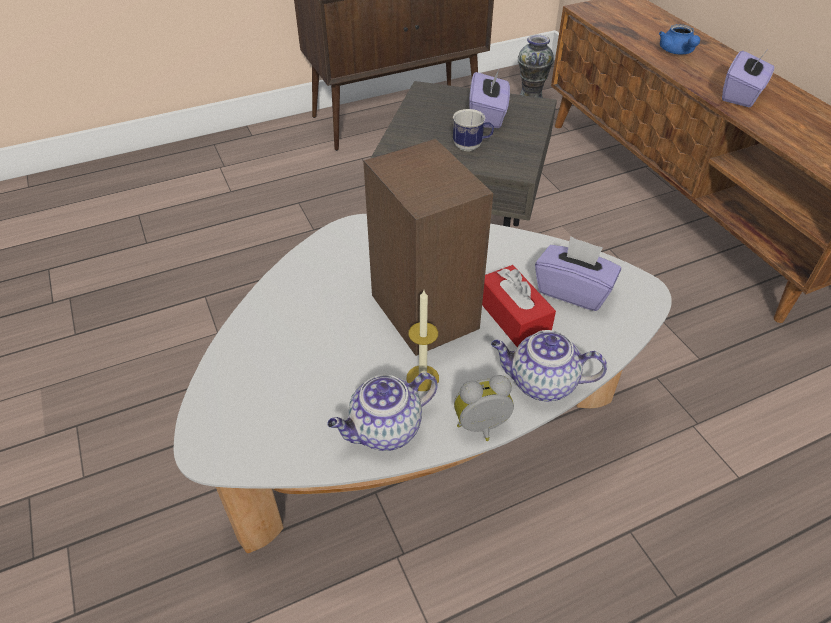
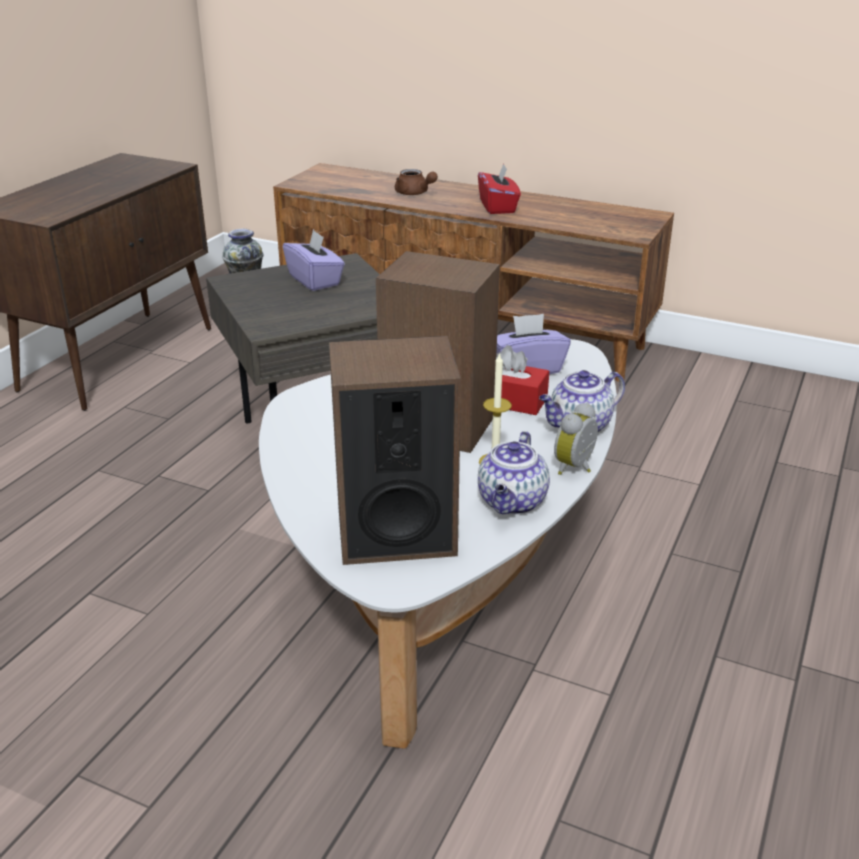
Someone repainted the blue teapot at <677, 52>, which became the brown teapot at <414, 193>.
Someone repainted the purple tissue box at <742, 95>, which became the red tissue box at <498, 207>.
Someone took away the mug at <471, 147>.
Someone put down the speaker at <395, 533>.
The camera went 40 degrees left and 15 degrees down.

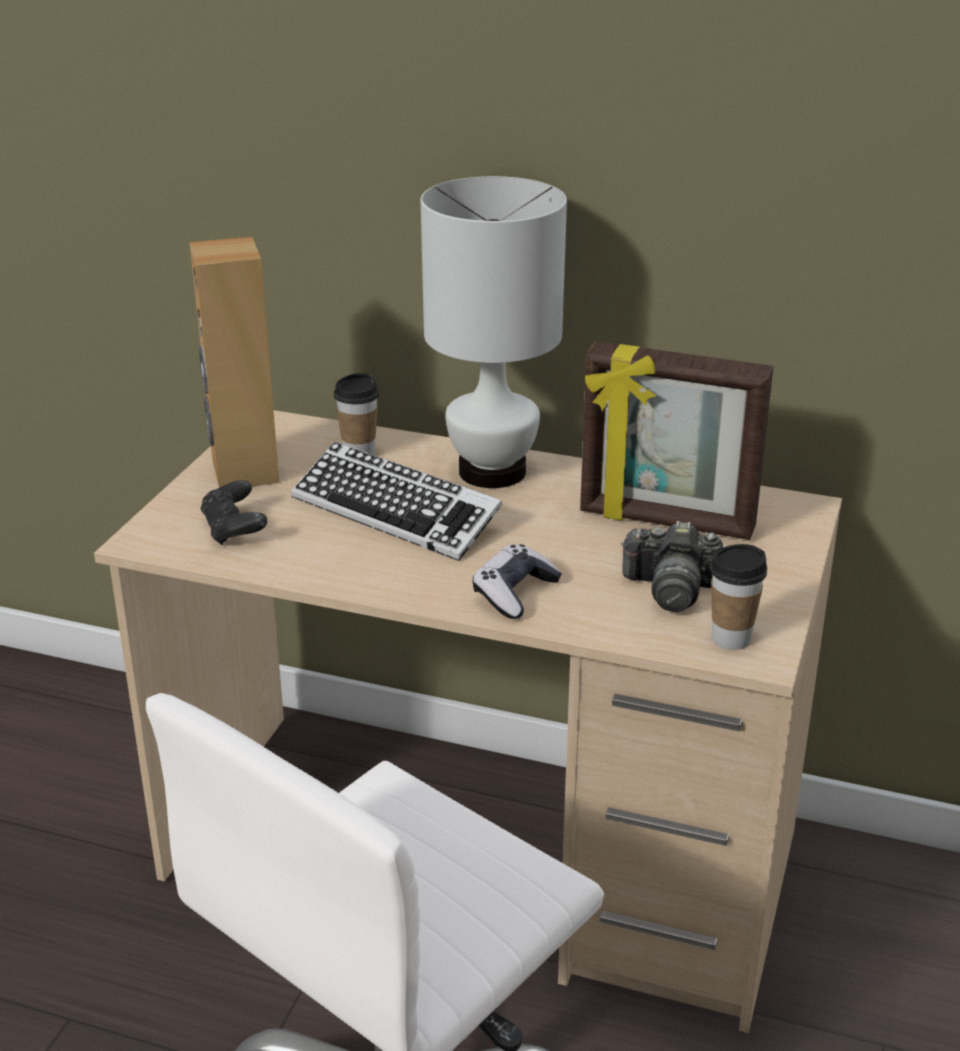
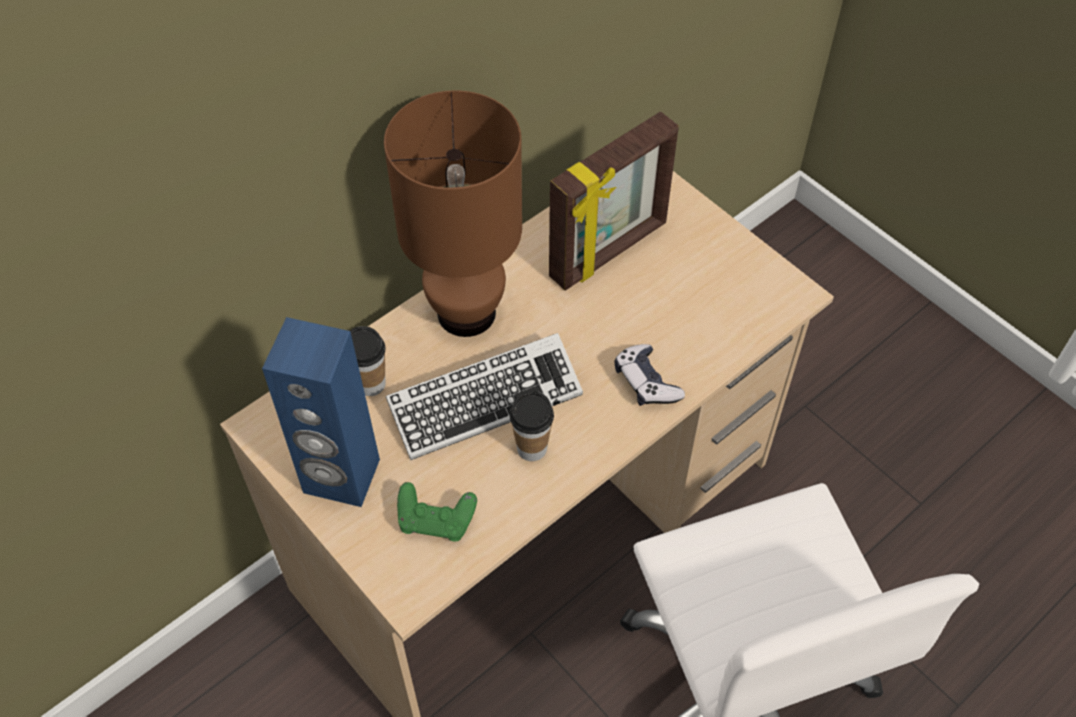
Someone repainted the white table lamp at <491, 472>, which became the brown table lamp at <466, 314>.
Someone repainted the brown speaker at <244, 472>, which became the blue speaker at <341, 477>.
Someone repainted the black game controller at <234, 529>, which became the green game controller at <436, 520>.
Someone took away the photo camera at <671, 589>.
Someone carried the cup from <731, 638> to <532, 448>.
The camera went 60 degrees left and 25 degrees up.

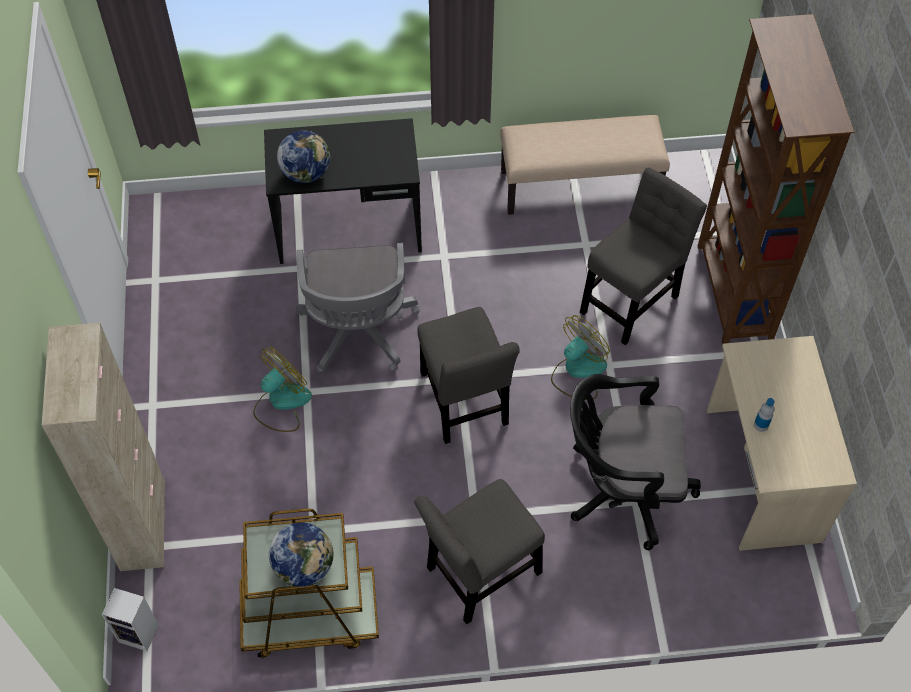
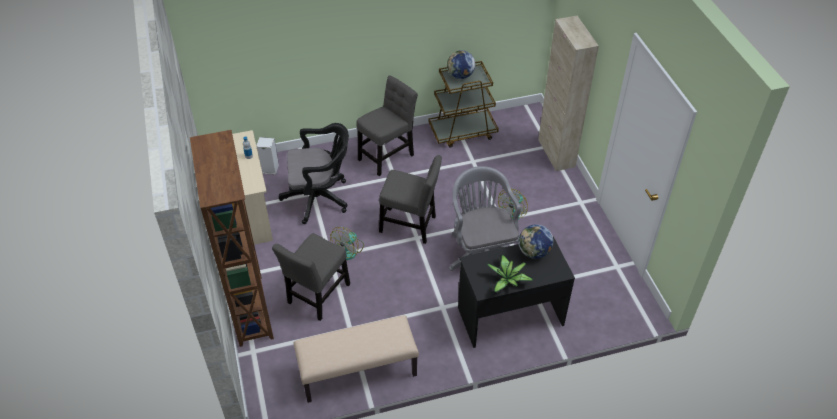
Someone rotated the grey chair at <464, 403> by 135 degrees clockwise.
Someone carried the speaker from <140, 633> to <269, 169>.
Someone put down the potted plant at <508, 280>.
The camera went 170 degrees right and 10 degrees down.

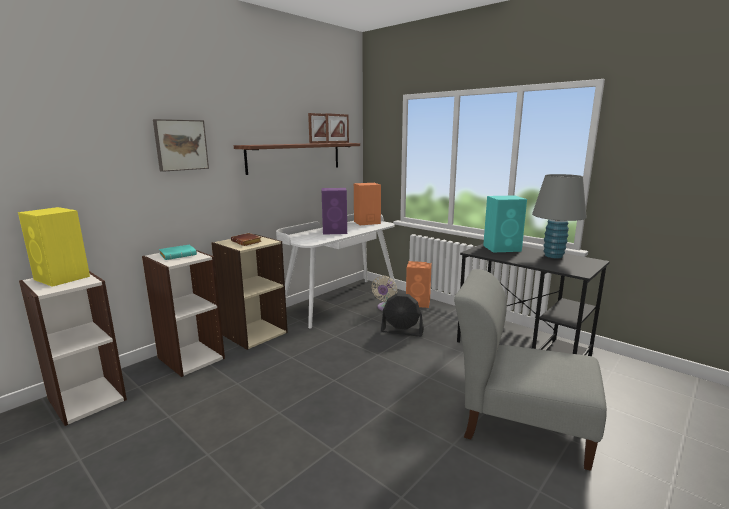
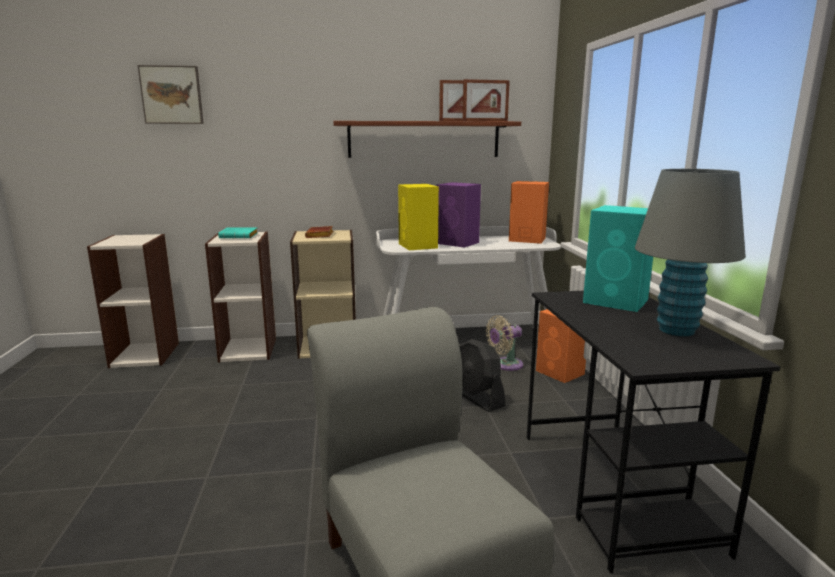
Someone carried the picture from <180, 145> to <172, 95>.
Someone carried the yellow speaker from <62, 278> to <418, 246>.
The camera went 40 degrees right and 0 degrees up.

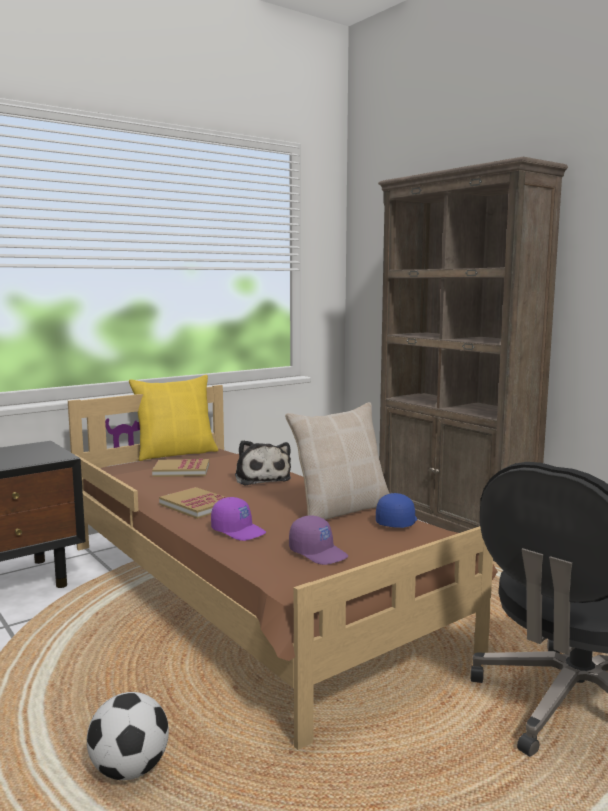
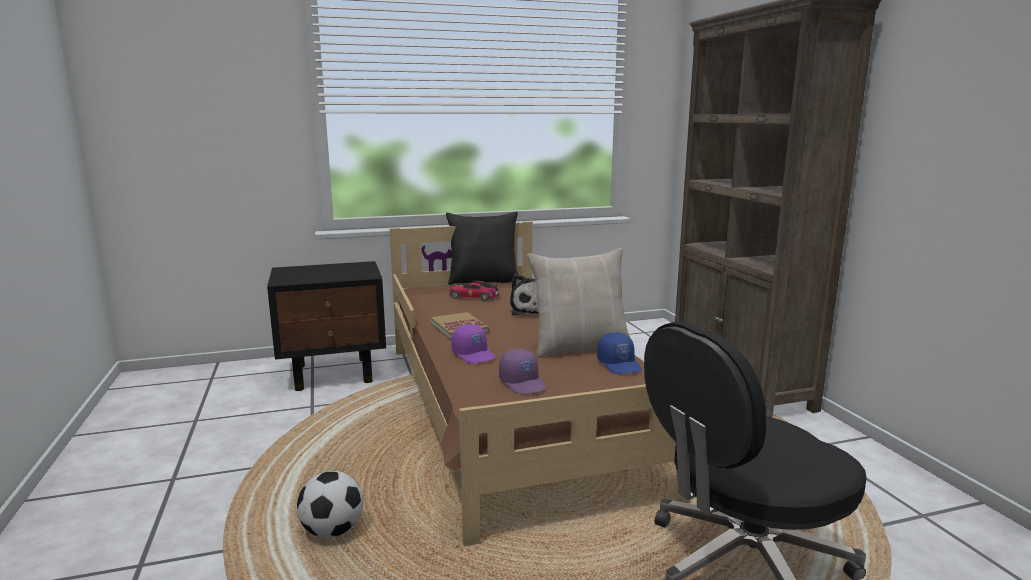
Someone repainted the yellow pillow at <176, 453>, which became the black pillow at <483, 280>.
Someone swapped the book at <181, 470> for the toy car at <473, 296>.
Someone rotated the blue cap at <396, 522> by 120 degrees clockwise.
The camera went 20 degrees right and 5 degrees up.

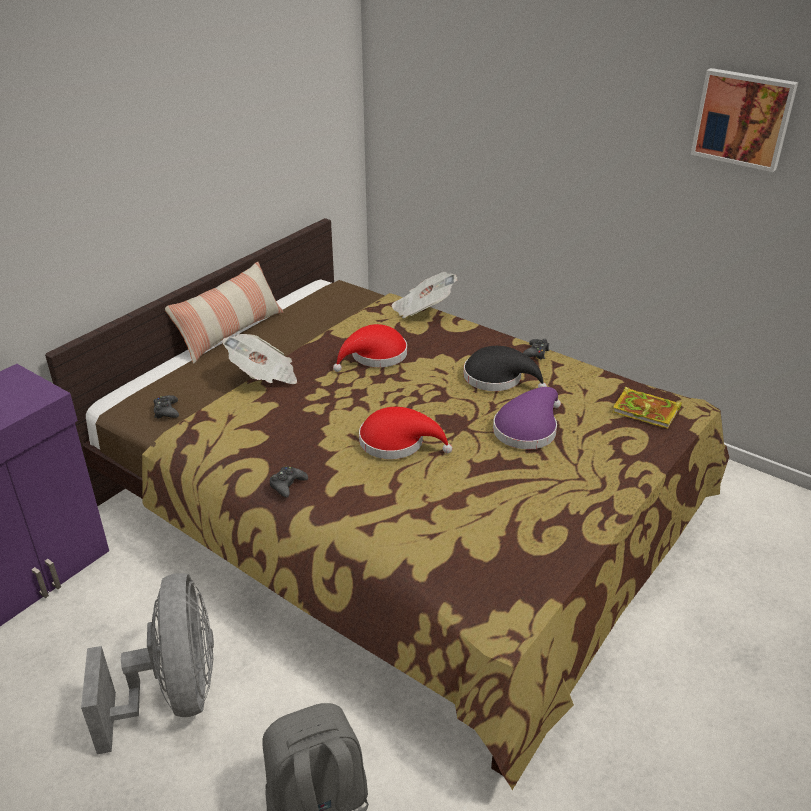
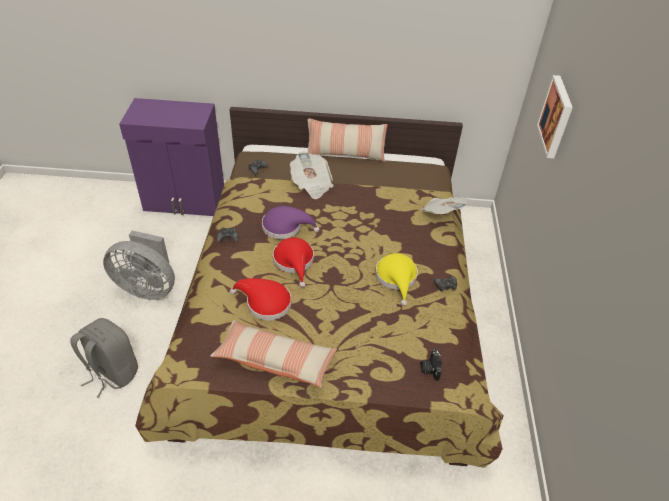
Someone carried the picture from <743, 118> to <557, 117>.
Someone carried the red hat from <375, 356> to <265, 303>.
Someone repainted the black hat at <497, 378>, which became the yellow hat at <397, 278>.
Someone carried the purple hat from <527, 429> to <285, 227>.
Someone swapped the book at <647, 411> for the photo camera at <429, 369>.
Someone rotated the grey fan at <174, 695> by 60 degrees clockwise.
Someone put down the pillow at <275, 360>.
The camera went 55 degrees right and 10 degrees up.

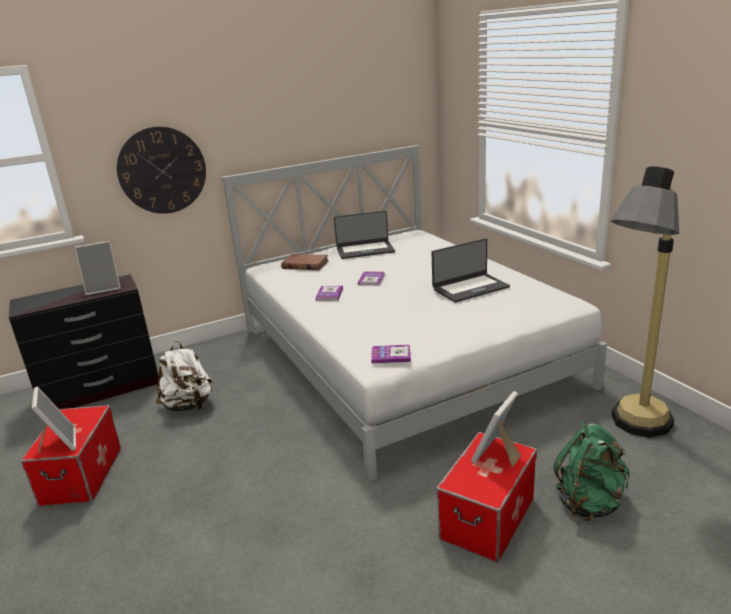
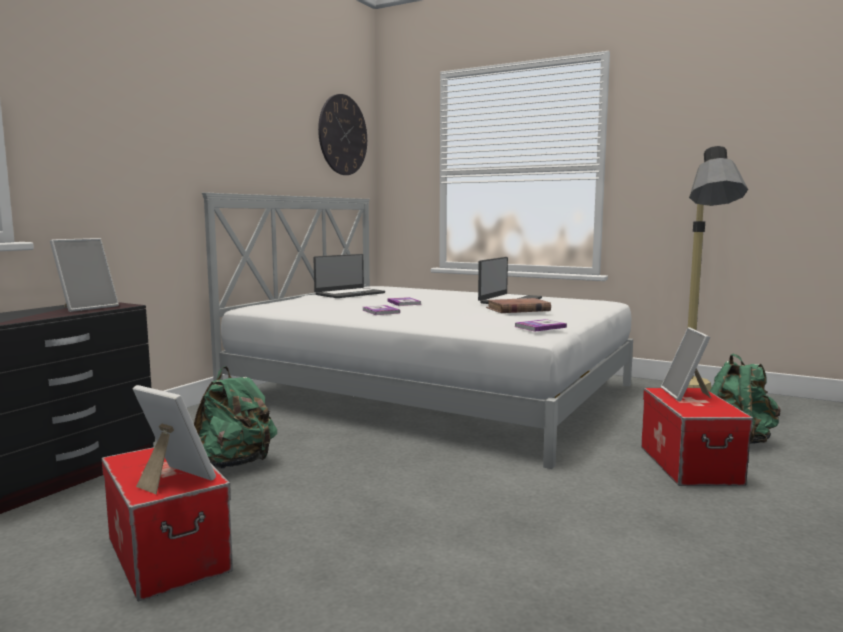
Someone carried the wall clock from <162, 170> to <343, 135>.
Someone carried the brown book from <305, 265> to <518, 309>.
Someone repainted the white backpack at <188, 406>, which became the green backpack at <234, 464>.
The camera went 35 degrees left and 15 degrees down.

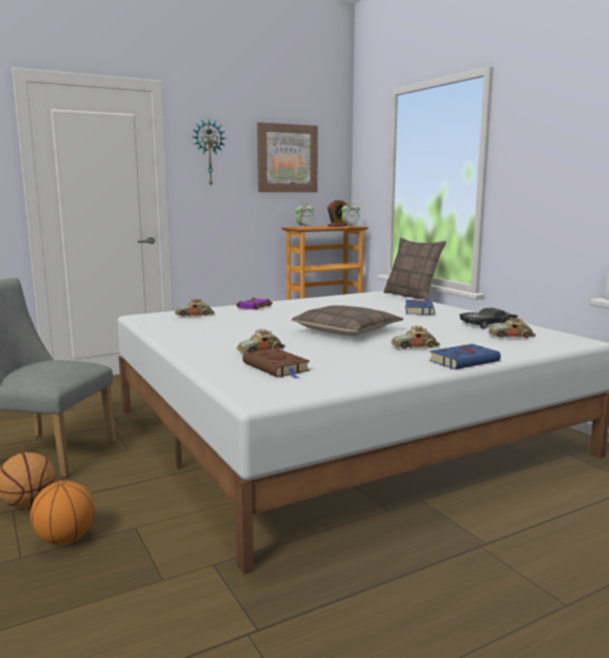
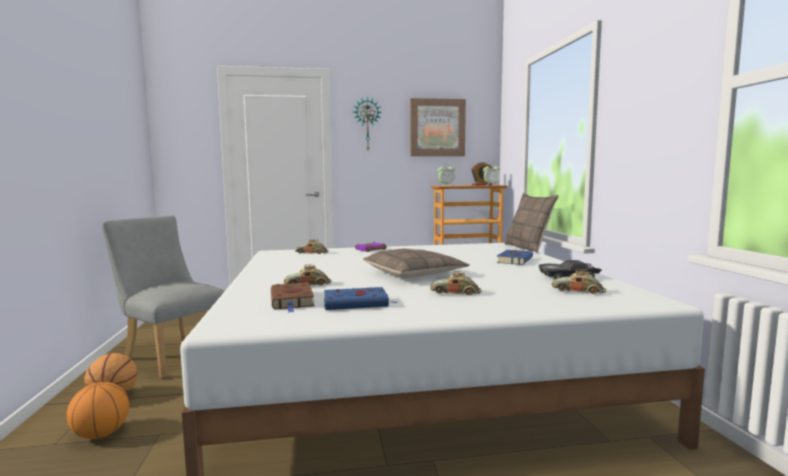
Someone carried the blue book from <465, 361> to <357, 303>.
The camera went 20 degrees right and 5 degrees down.

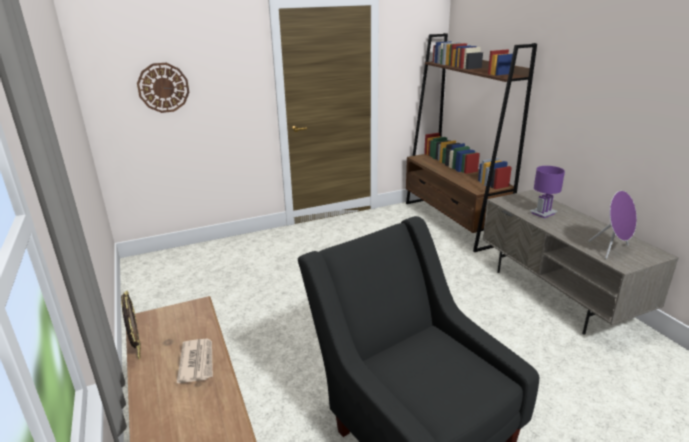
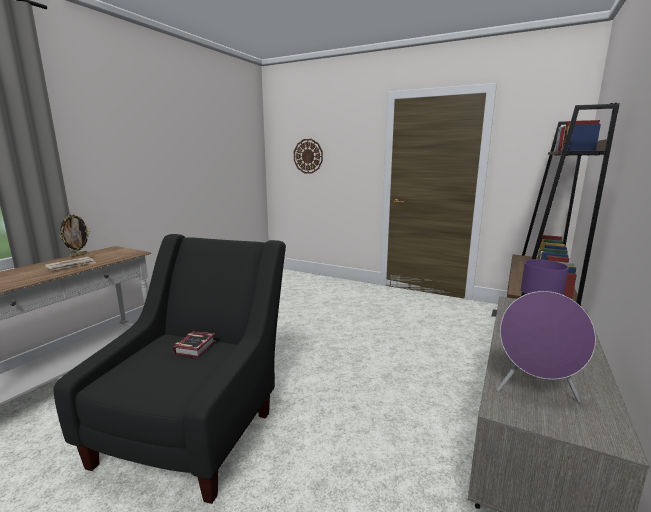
Someone put down the book at <197, 347>.
The camera went 50 degrees right and 10 degrees down.

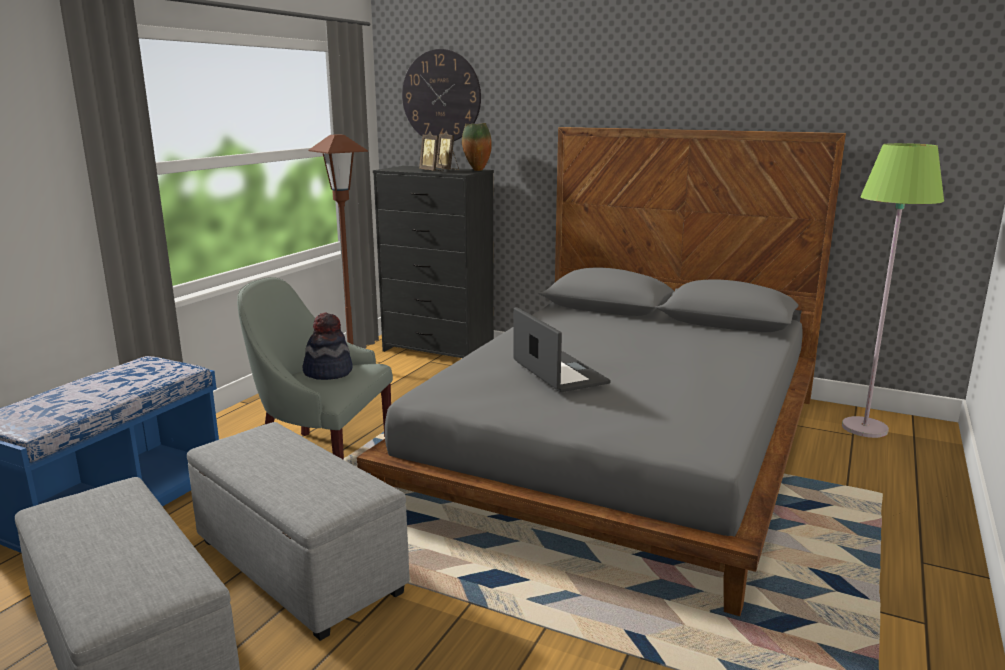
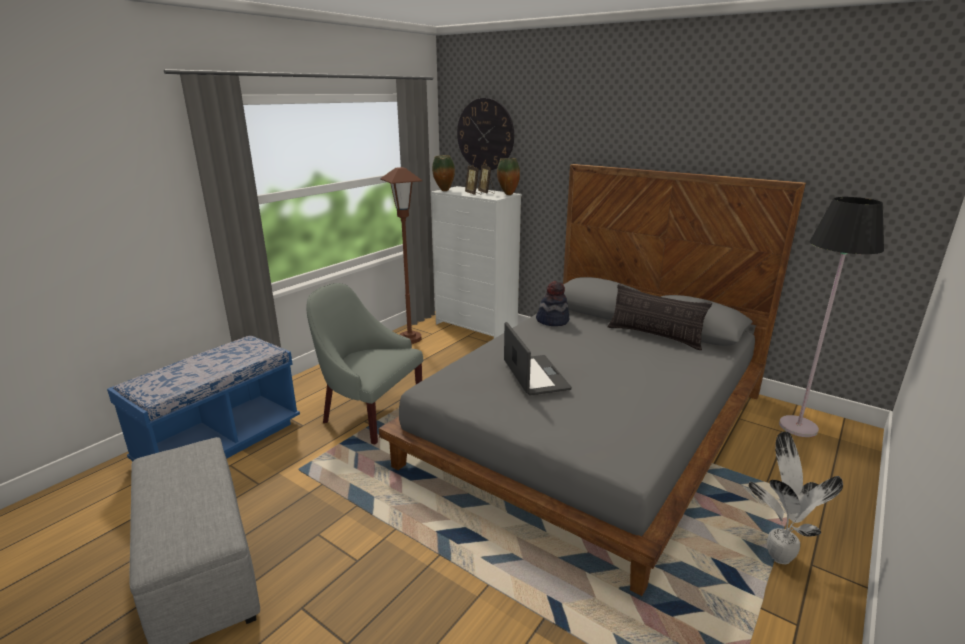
Someone repainted the green floor lamp at <865, 428>, which became the black floor lamp at <798, 427>.
Someone repainted the black dresser at <439, 350>, which became the white dresser at <476, 326>.
Someone carried the hat from <328, 372> to <552, 321>.
Someone took away the grey ottoman at <297, 565>.
Someone put down the vase at <444, 191>.
Someone put down the pillow at <654, 336>.
Someone put down the potted plant at <778, 555>.
The camera went 10 degrees right and 5 degrees up.

